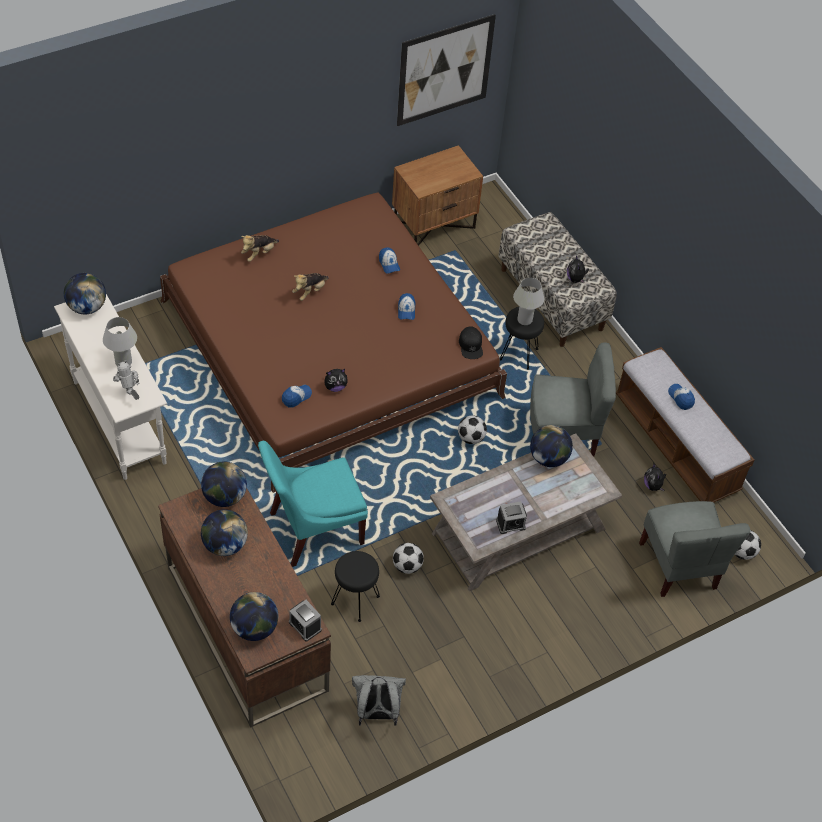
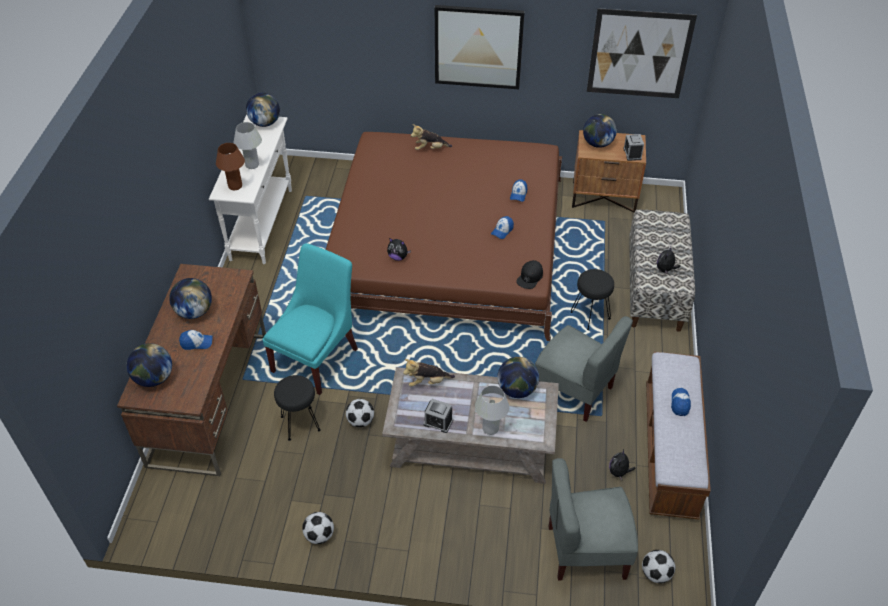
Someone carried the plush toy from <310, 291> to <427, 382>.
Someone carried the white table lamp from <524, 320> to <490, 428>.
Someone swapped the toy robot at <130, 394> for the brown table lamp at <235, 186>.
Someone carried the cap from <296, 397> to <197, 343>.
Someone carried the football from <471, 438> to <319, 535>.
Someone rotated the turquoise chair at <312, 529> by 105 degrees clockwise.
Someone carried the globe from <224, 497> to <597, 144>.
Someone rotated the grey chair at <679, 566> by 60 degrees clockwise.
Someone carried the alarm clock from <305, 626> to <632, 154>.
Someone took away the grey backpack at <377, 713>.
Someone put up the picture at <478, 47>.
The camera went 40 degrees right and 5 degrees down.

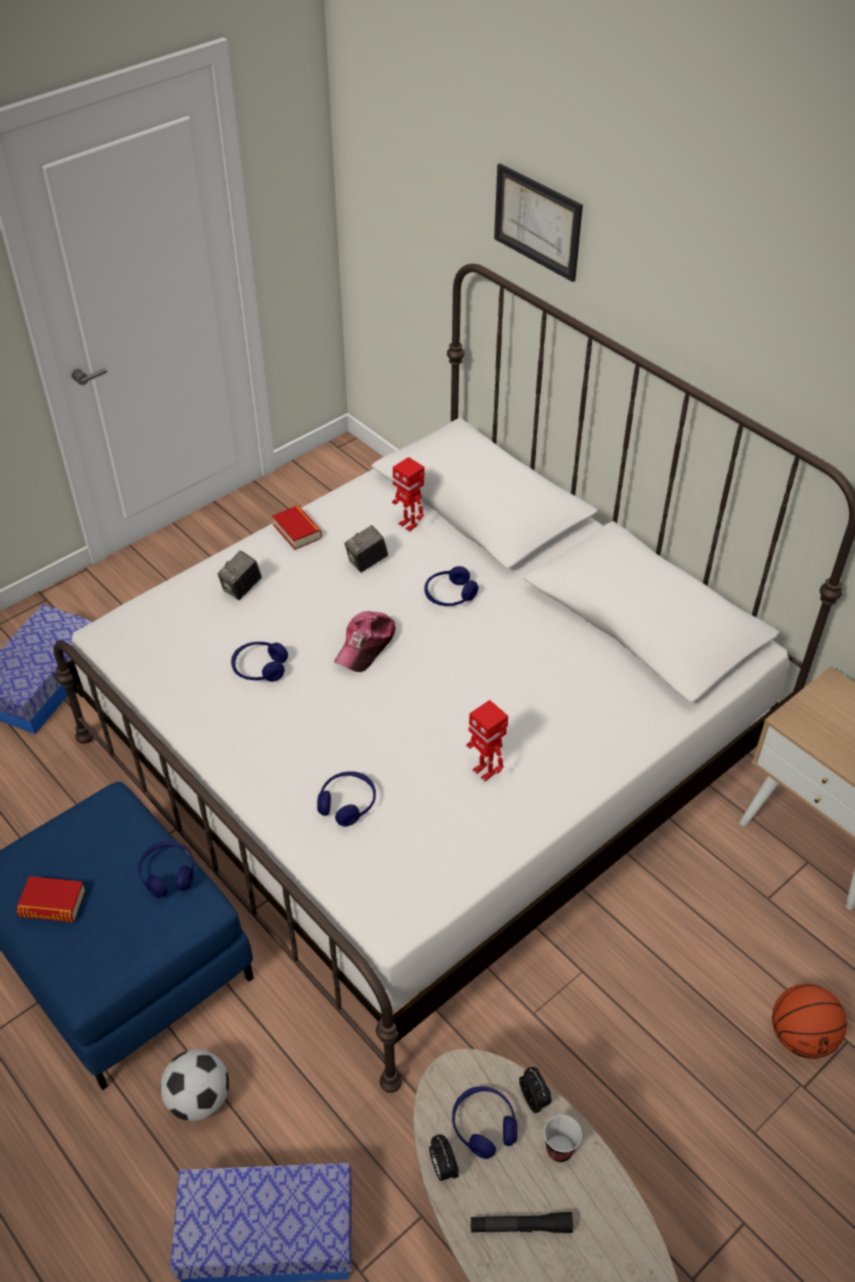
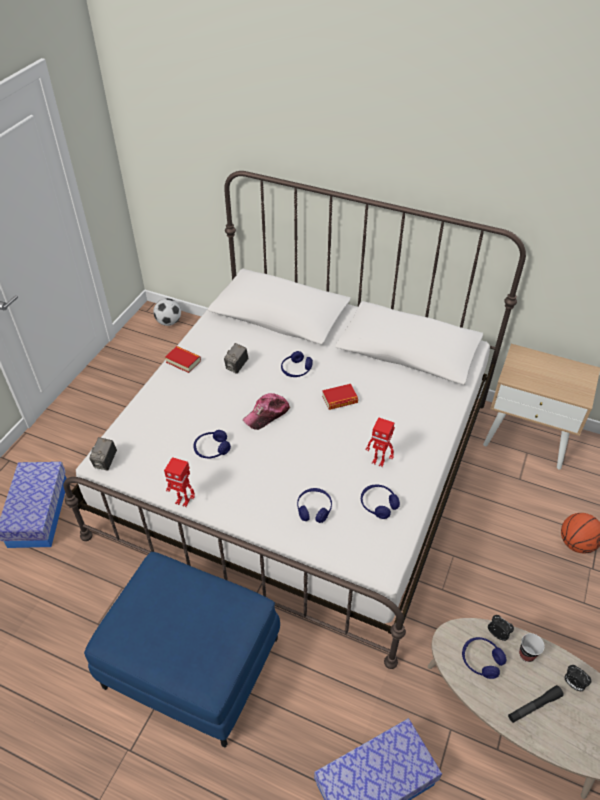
Someone took away the picture at <537, 221>.
Someone carried the toy robot from <409, 524> to <183, 501>.
Someone carried the photo camera from <242, 589> to <106, 462>.
Someone rotated the cap at <366, 646> by 45 degrees clockwise.
Someone carried the blue headphones from <168, 874> to <378, 504>.
Someone carried the book from <52, 903> to <339, 399>.
Someone carried the football from <199, 1099> to <169, 322>.
Someone carried the alarm clock from <443, 1168> to <573, 683>.
The camera went 25 degrees left and 0 degrees up.

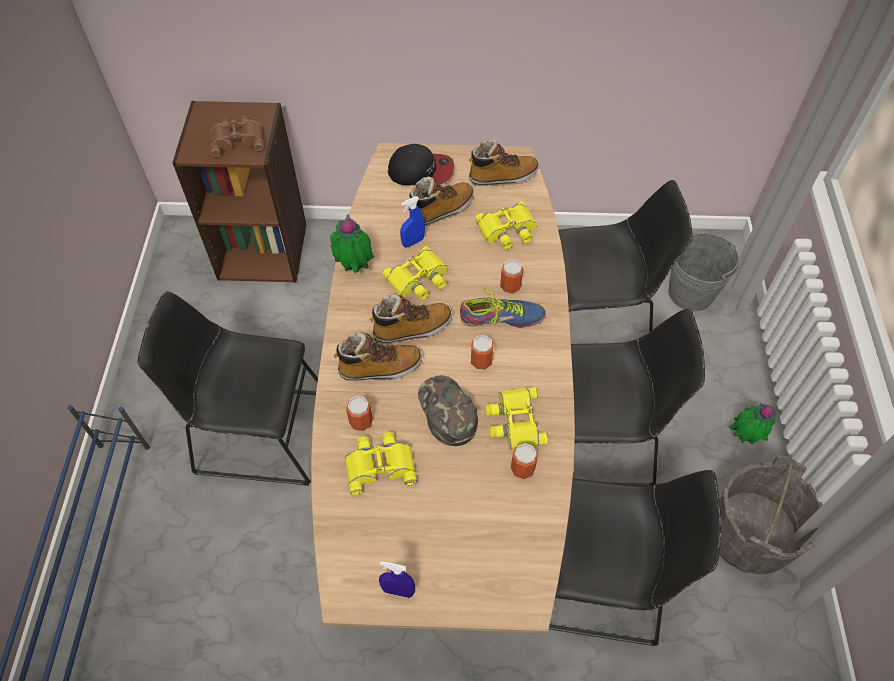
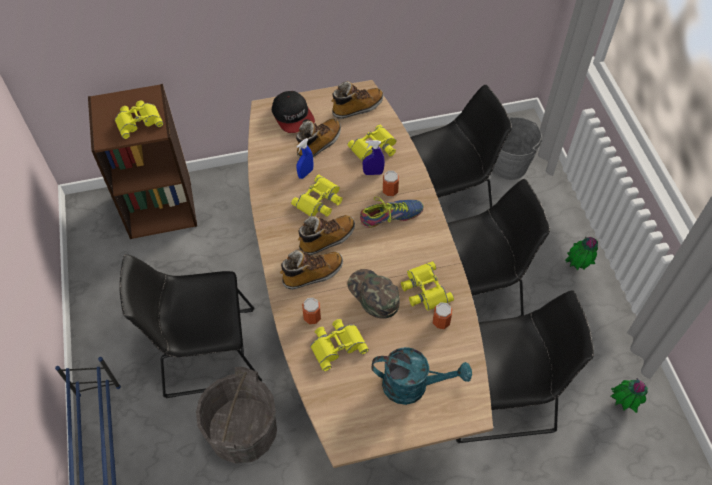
Someone repainted the brown binoculars at <237, 139>, which became the yellow binoculars at <138, 121>.
Someone rotated the cap at <421, 171> by 75 degrees clockwise.
Someone carried the potted plant from <354, 269> to <622, 404>.
Someone took away the can at <481, 361>.
Someone carried the grey bucket from <749, 537> to <244, 433>.
Someone carried the blue spray bottle from <398, 591> to <373, 173>.
Someone put down the turquoise watering can at <413, 385>.
The camera went 15 degrees left and 0 degrees up.

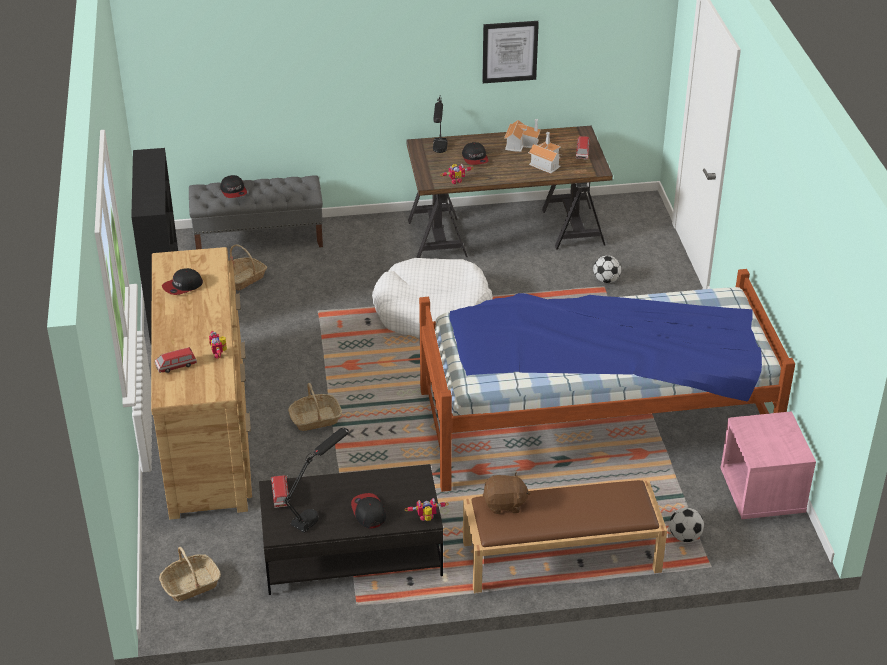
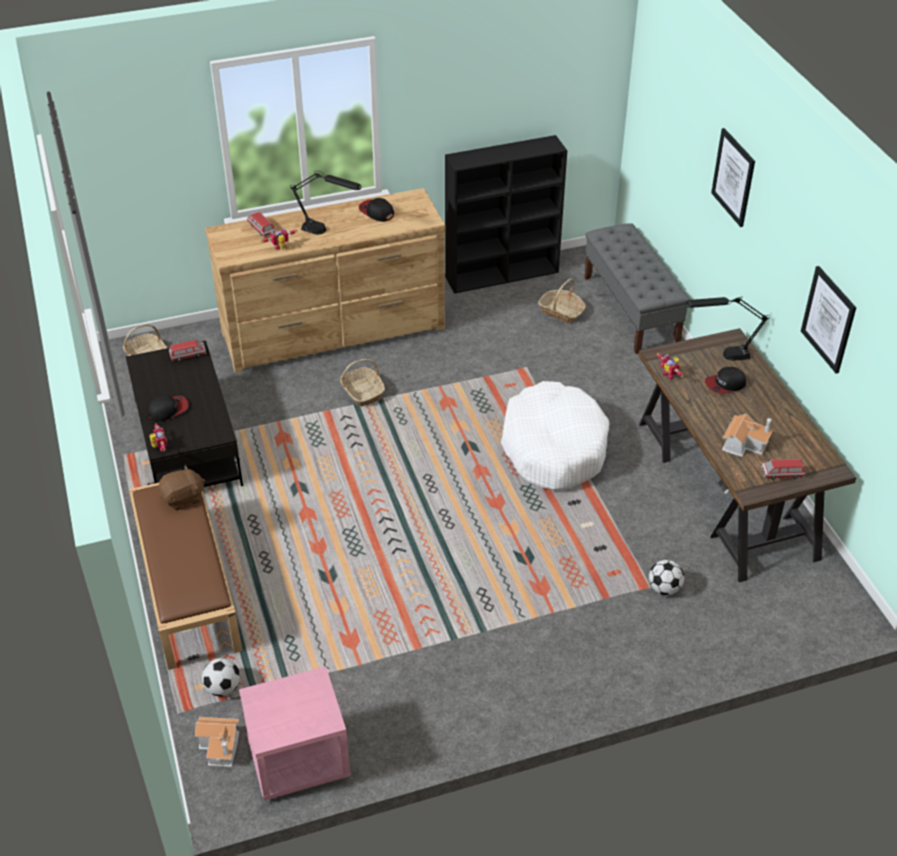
Someone carried the toy house from <521, 143> to <221, 747>.
Someone took away the cap at <234, 191>.
Someone took away the bed at <594, 421>.
Someone carried the black table lamp from <318, 510> to <328, 233>.
Someone rotated the brown plush toy at <505, 504> by 105 degrees counterclockwise.
Someone put up the picture at <733, 177>.
The camera went 80 degrees right and 5 degrees up.

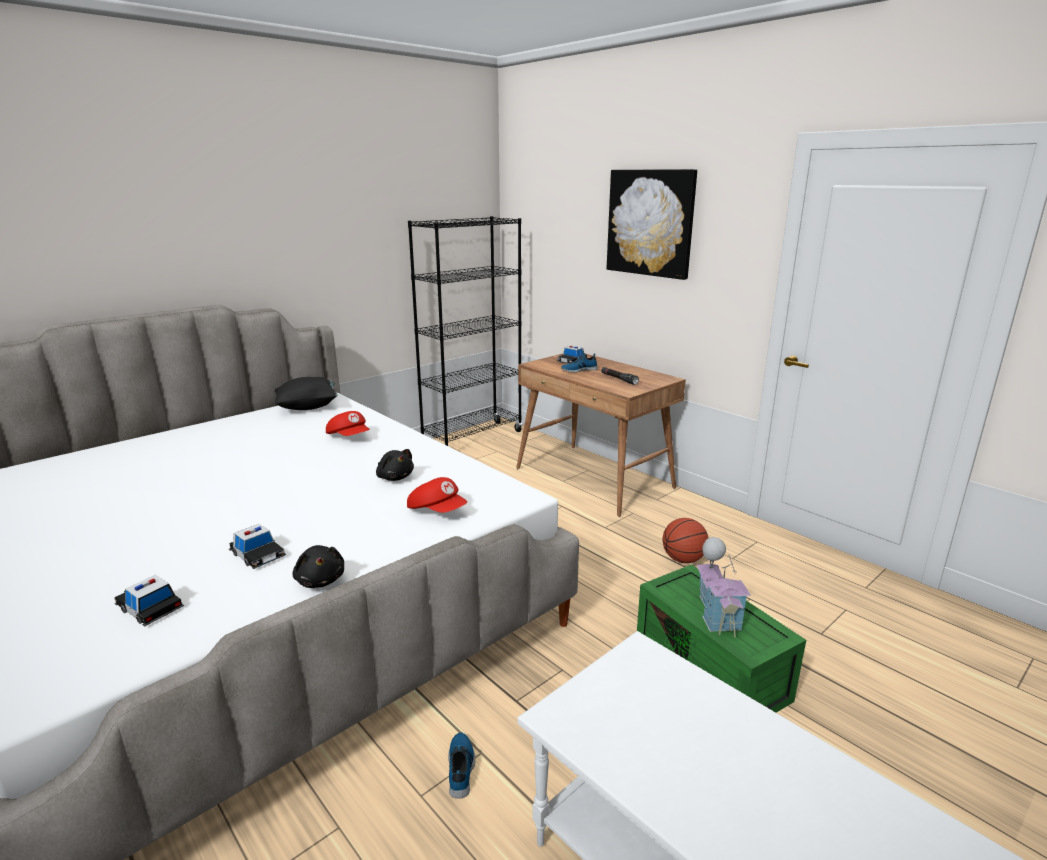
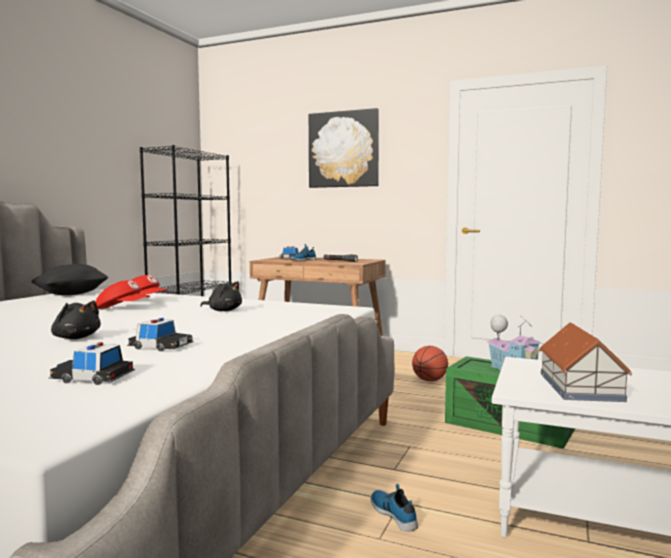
Someone carried the red cap from <438, 510> to <123, 309>.
Someone carried the black plush toy from <320, 580> to <76, 338>.
Someone put down the toy house at <579, 387>.
The camera went 25 degrees left and 15 degrees down.

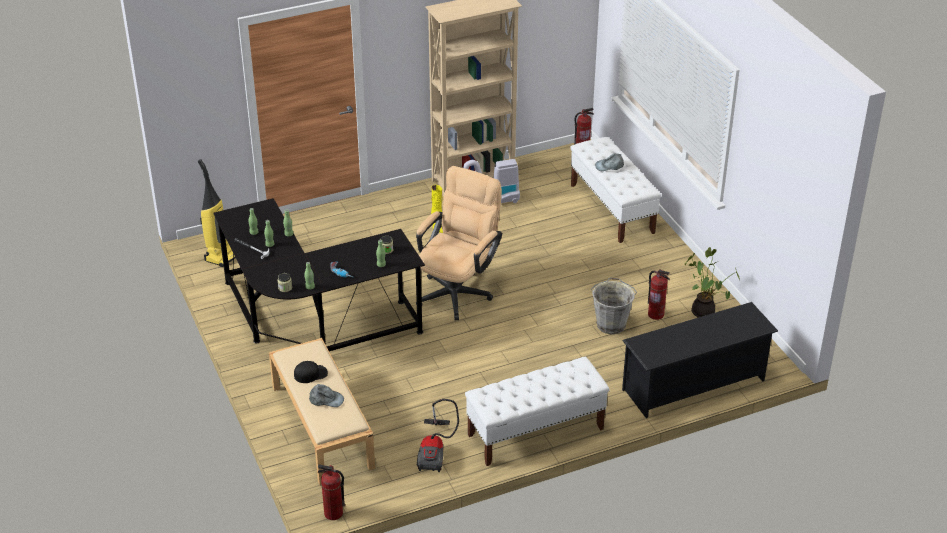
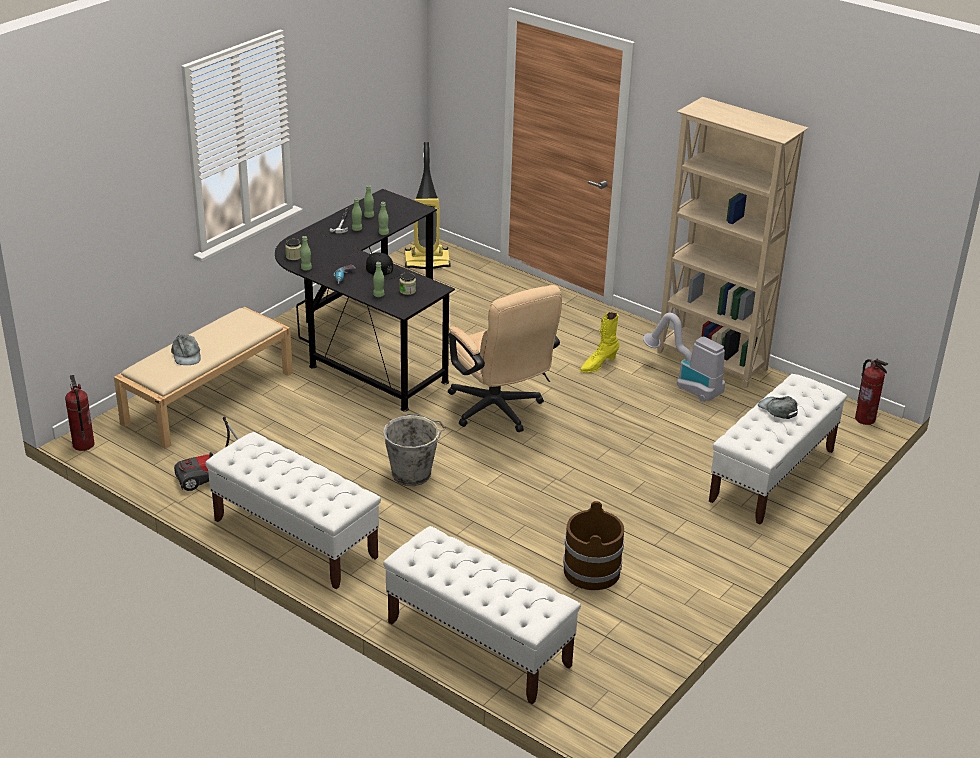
Someone rotated the beige office chair at <458, 290> by 60 degrees clockwise.
Someone took away the potted plant at <705, 311>.
Someone swapped the fire extinguisher at <656, 314> for the brown bucket at <592, 571>.
Someone carried the grey bucket from <611, 324> to <413, 474>.
Someone swapped the black shoe rack at <694, 385> for the white bench at <478, 643>.
Someone carried the black cap from <310, 374> to <383, 270>.
The camera went 60 degrees right and 5 degrees down.

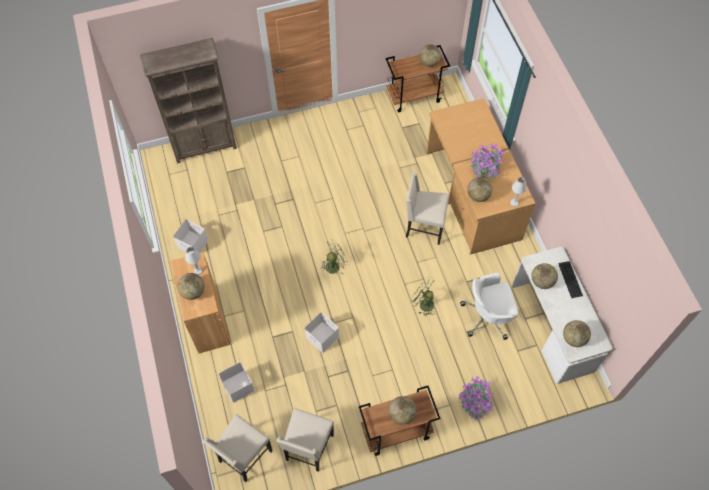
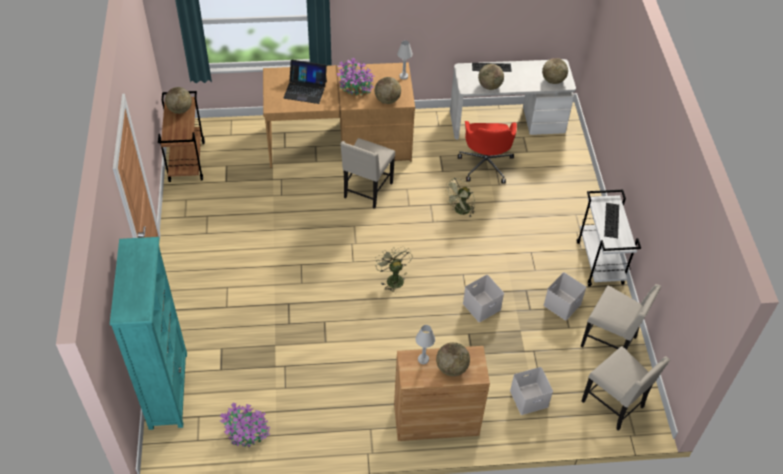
Someone repainted the brown bookcase at <205, 146>, which became the turquoise bookcase at <168, 389>.
Someone carried the white storage box from <193, 243> to <562, 303>.
Someone repainted the white office chair at <487, 316>, which became the red office chair at <485, 164>.
Someone carried the potted plant from <475, 402> to <246, 433>.
Someone repainted the brown cart at <396, 432>, which became the white cart at <600, 263>.
Someone swapped the globe at <401, 414> for the keyboard at <612, 221>.
Someone put down the laptop at <305, 89>.
The camera went 80 degrees left and 10 degrees down.

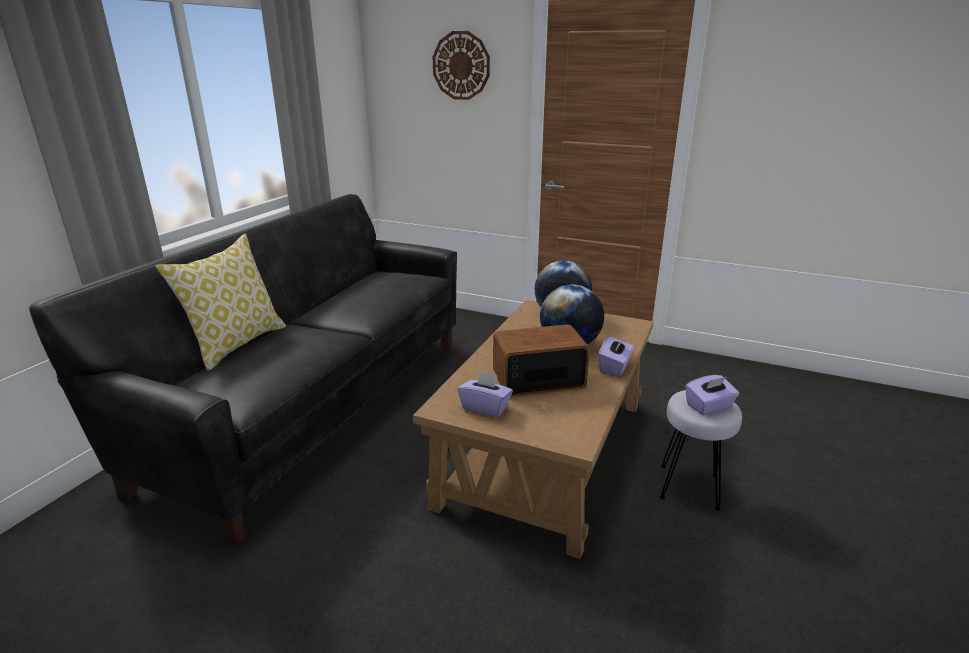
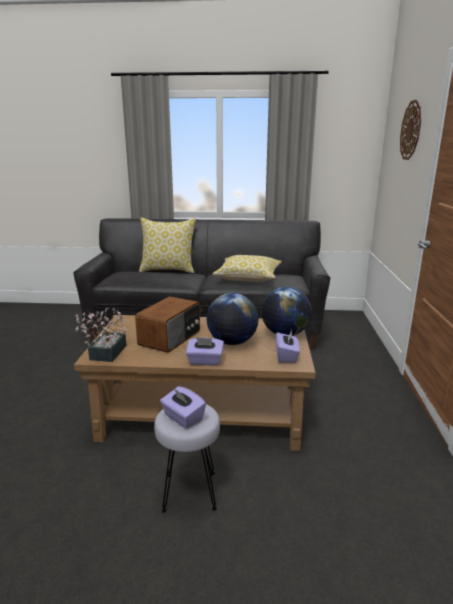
Someone rotated the radio at <537, 379> by 60 degrees clockwise.
Someone carried the purple tissue box from <485, 408> to <286, 356>.
Someone put down the pillow at <248, 278>.
Someone put down the potted plant at <105, 354>.
The camera went 70 degrees right and 5 degrees down.

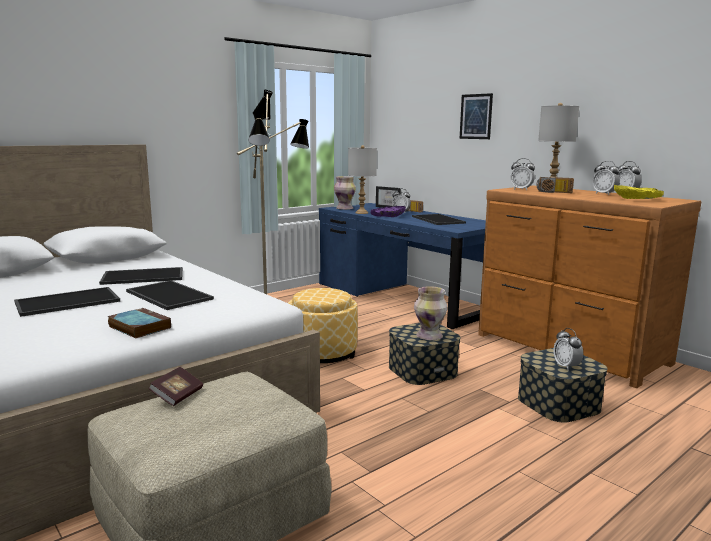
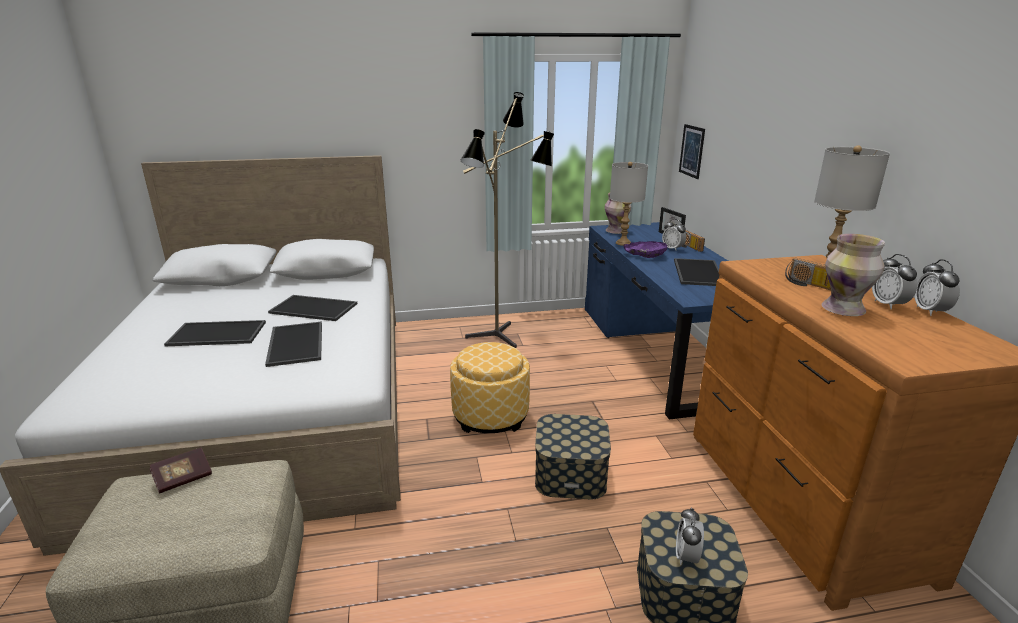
Someone carried the picture from <476, 116> to <692, 151>.
Someone took away the alarm clock at <521, 189>.
Someone took away the yellow bowl at <637, 199>.
Someone carried the vase from <429, 336> to <843, 310>.
Someone took away the book at <138, 327>.
The camera went 30 degrees right and 10 degrees up.

